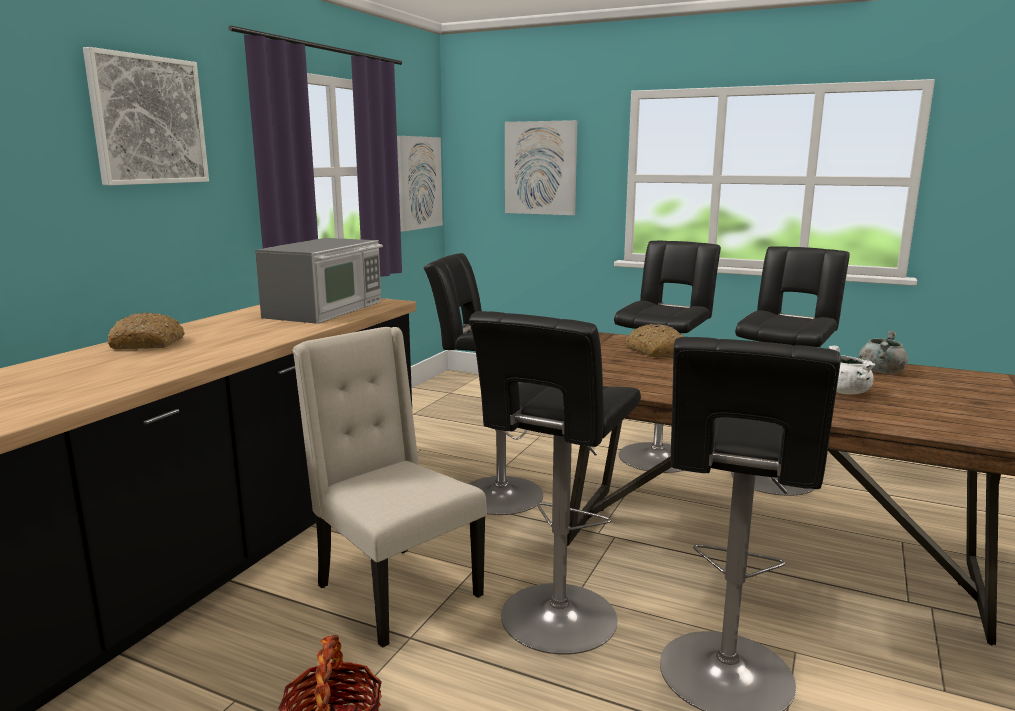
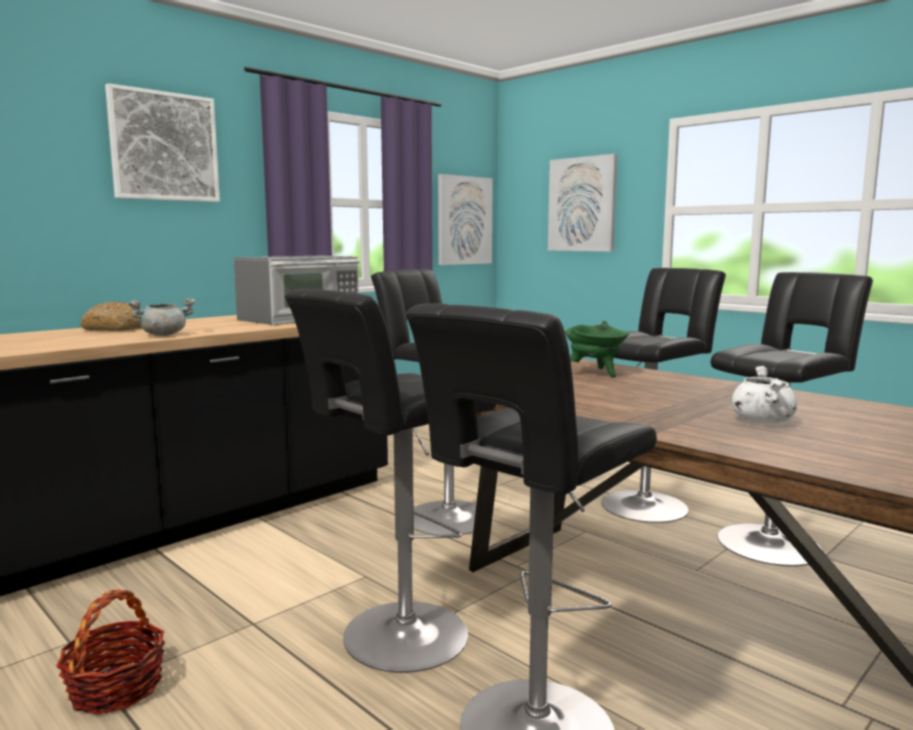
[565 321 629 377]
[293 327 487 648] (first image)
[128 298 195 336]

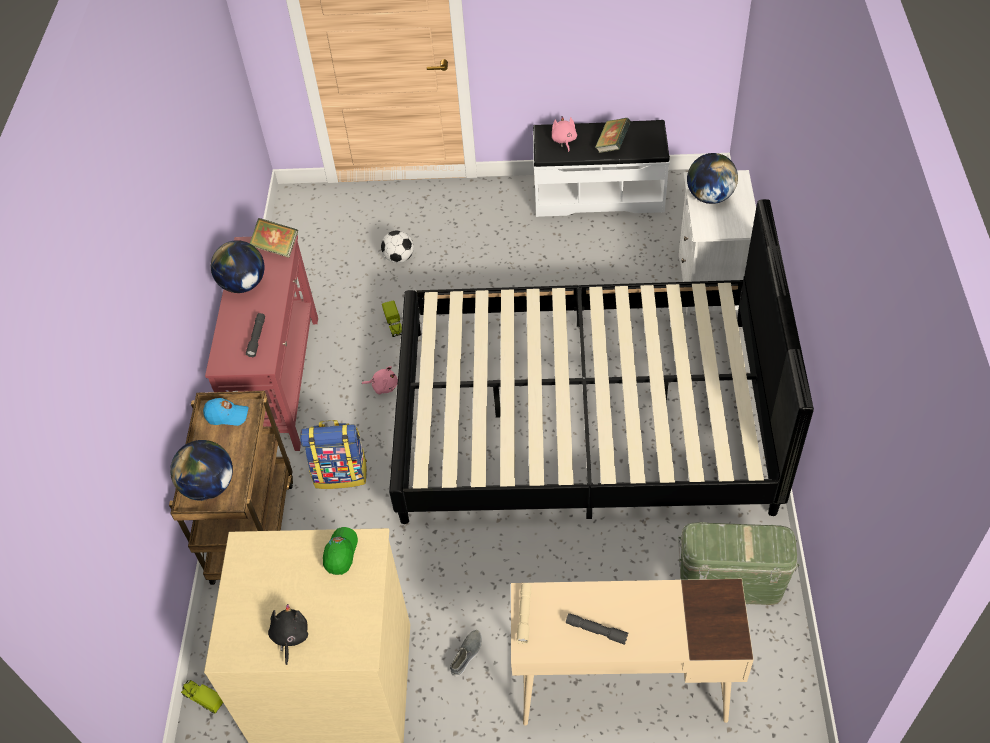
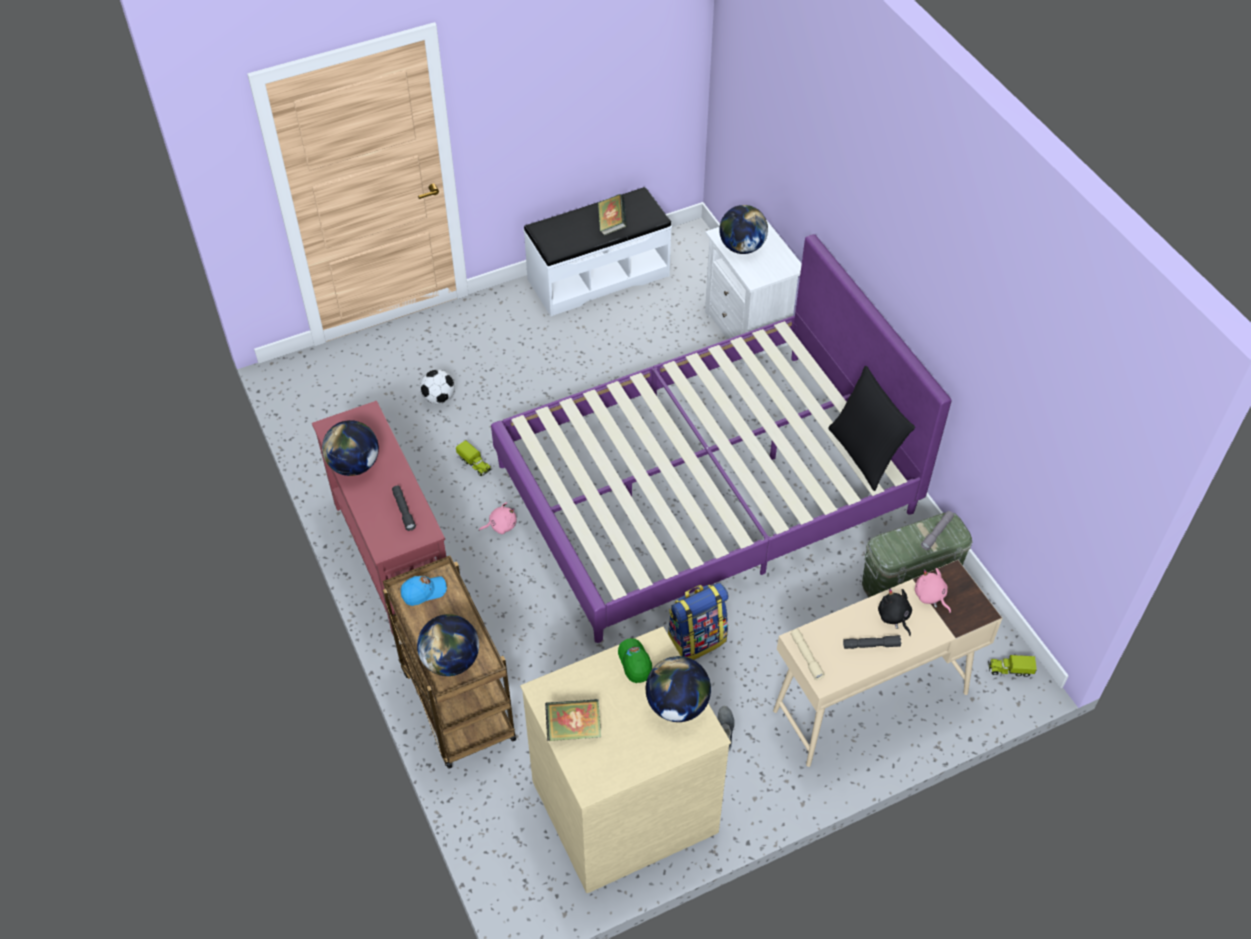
[915 568 951 613]
[491 234 951 643]
[545 699 601 741]
[668 583 728 660]
[878 589 912 636]
[988 655 1037 677]
[828 366 915 491]
[921 511 954 550]
[646 656 711 722]

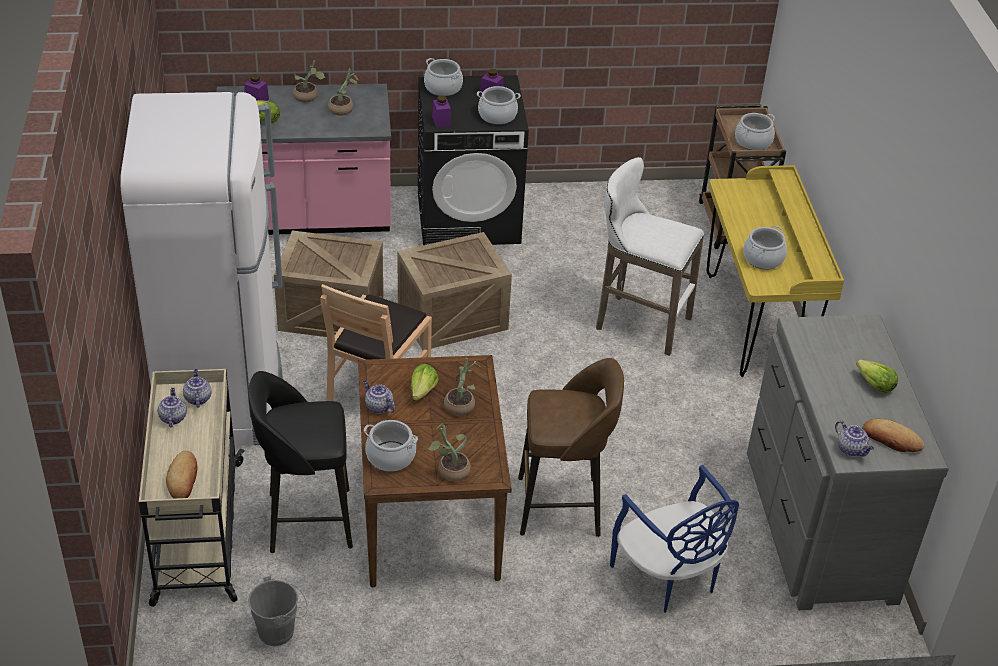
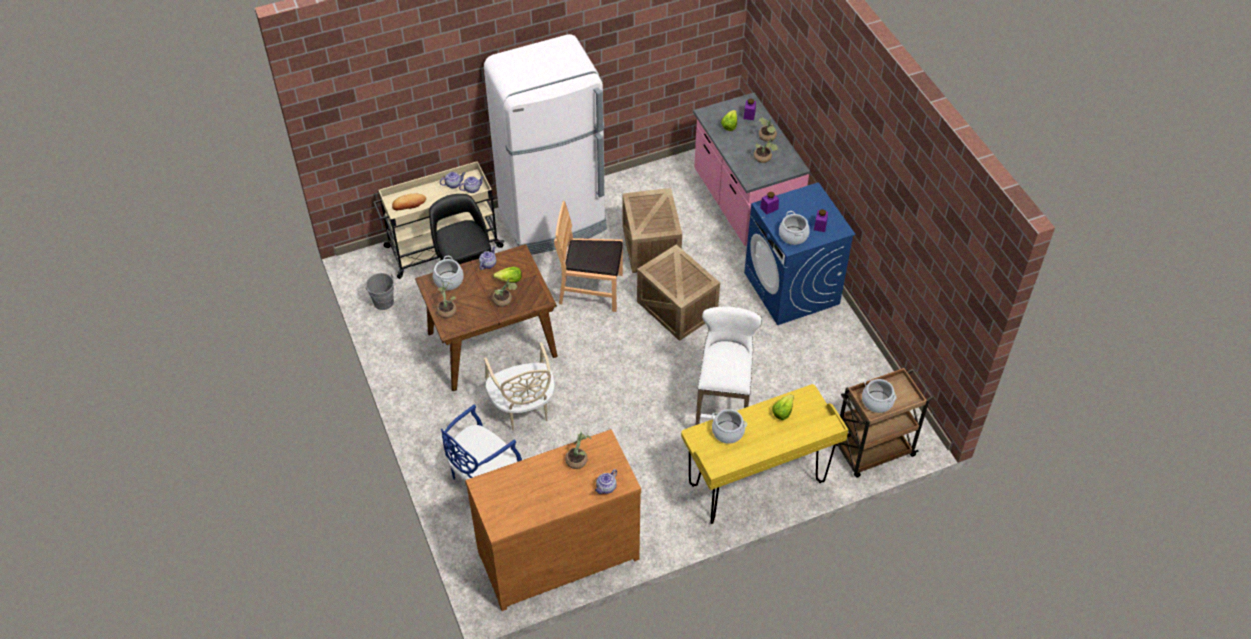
[424 58 463 96] (first image)
[744 182 856 325]
[465 429 641 611]
[484 342 555 431]
[772 394 794 420]
[862 419 925 452] (first image)
[595 469 617 494]
[565 432 592 469]

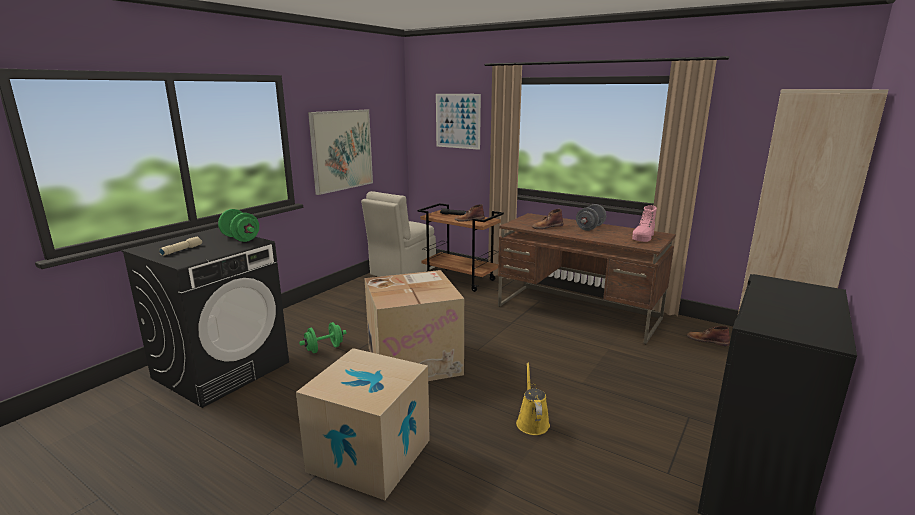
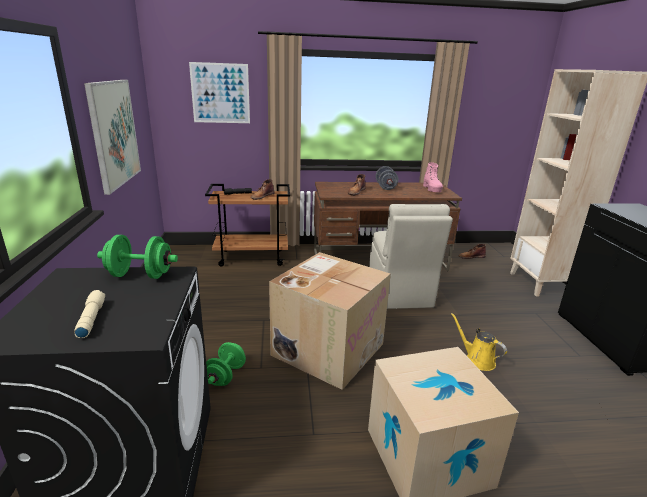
[369 204 453 309]

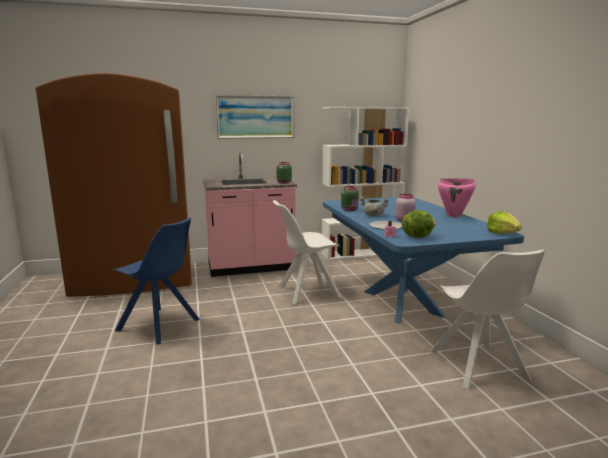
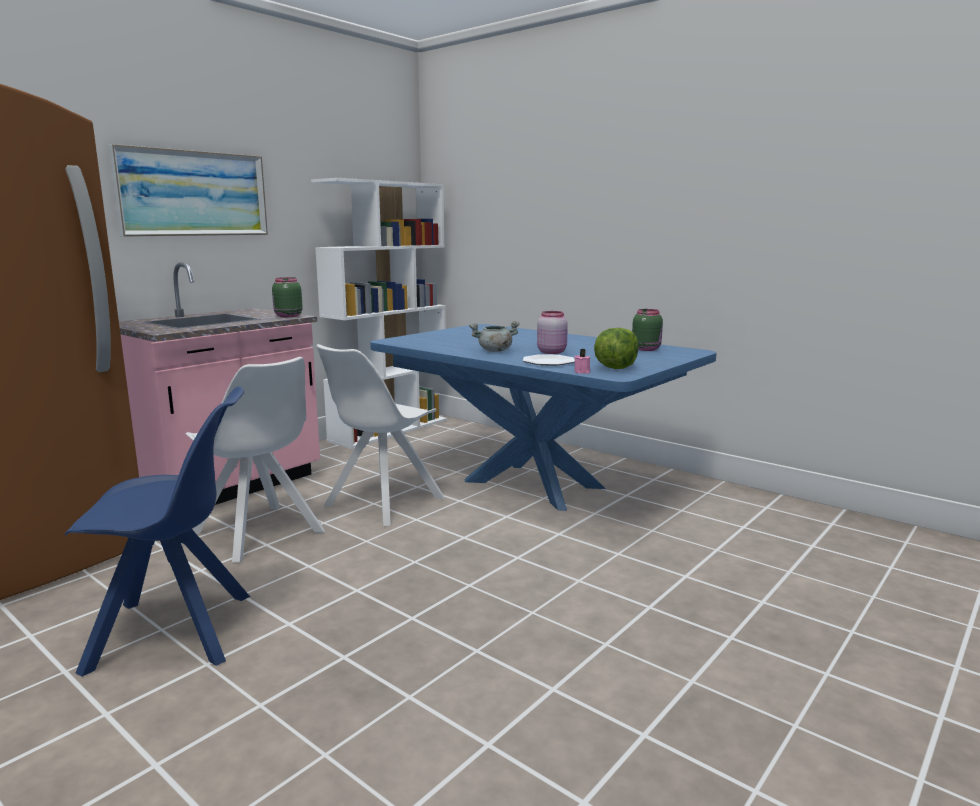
[438 178 476 217] (first image)
[632 309 663 351]
[487 212 522 234] (first image)
[185 357 324 563]

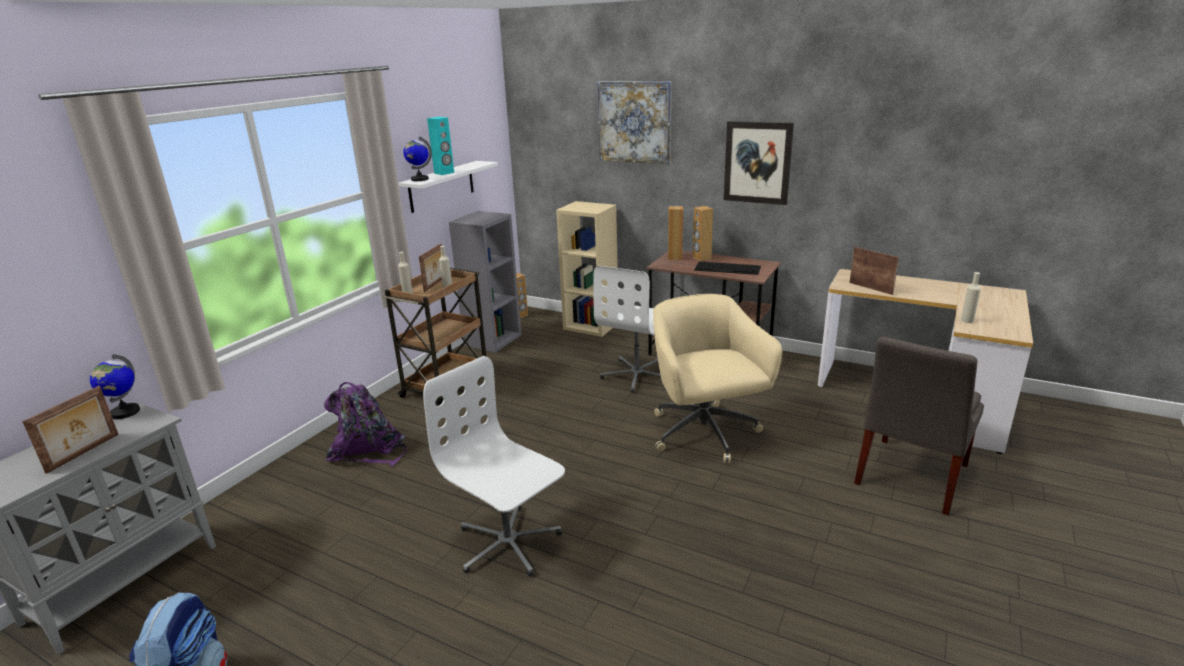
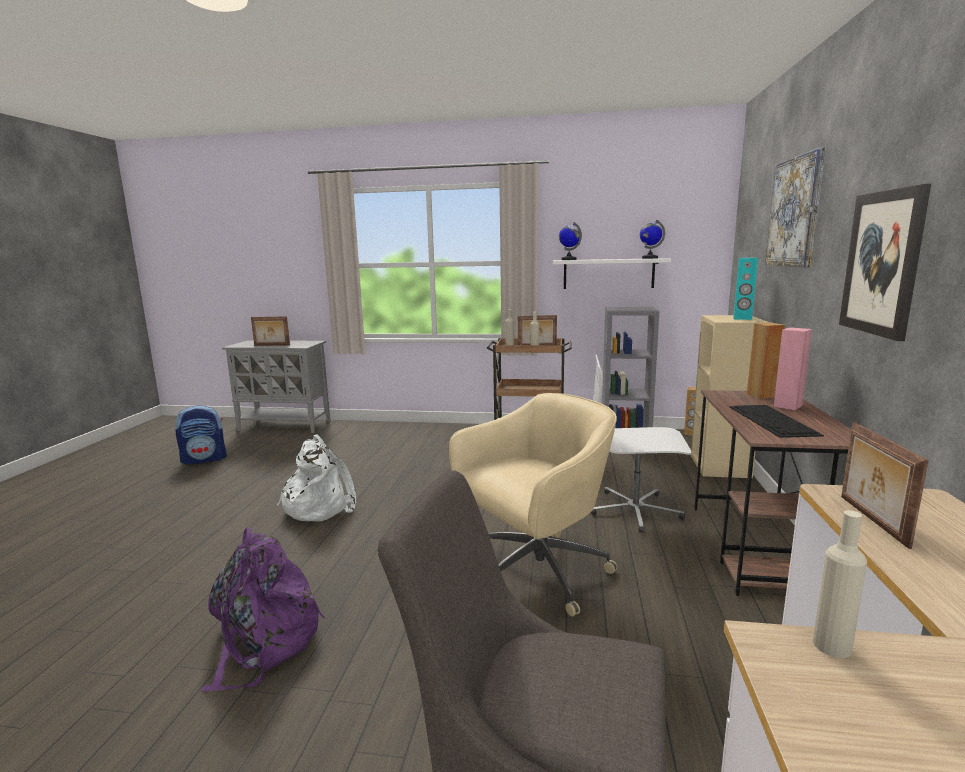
[734 258 758 320]
[774 327 812 410]
[841 422 929 549]
[640 220 665 259]
[277 434 357 521]
[201 527 325 692]

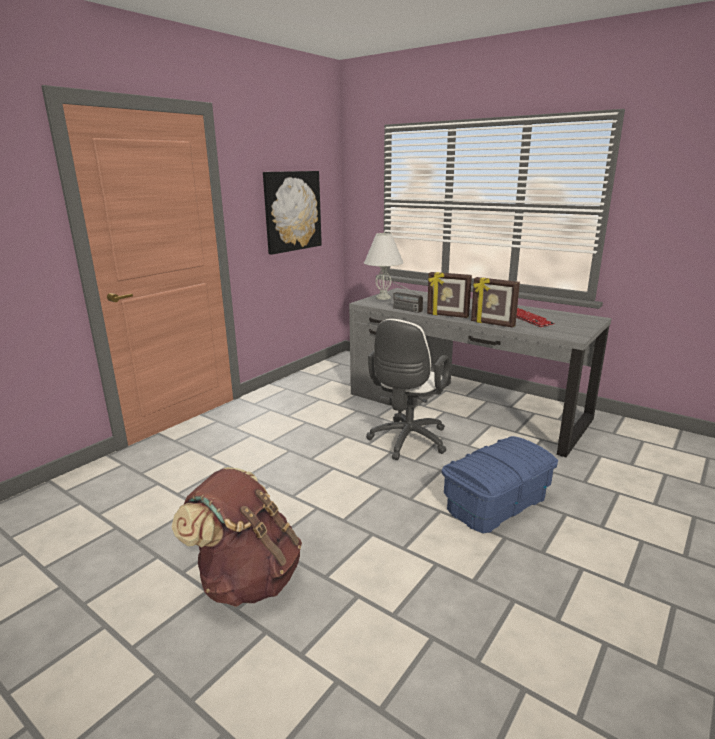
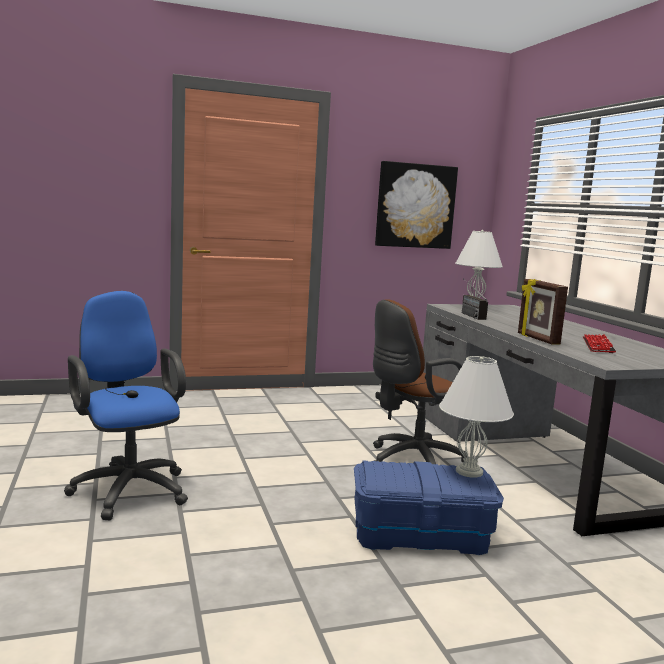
[427 272 472 318] (first image)
[373 299 467 464]
[64 291 188 520]
[439 356 514 478]

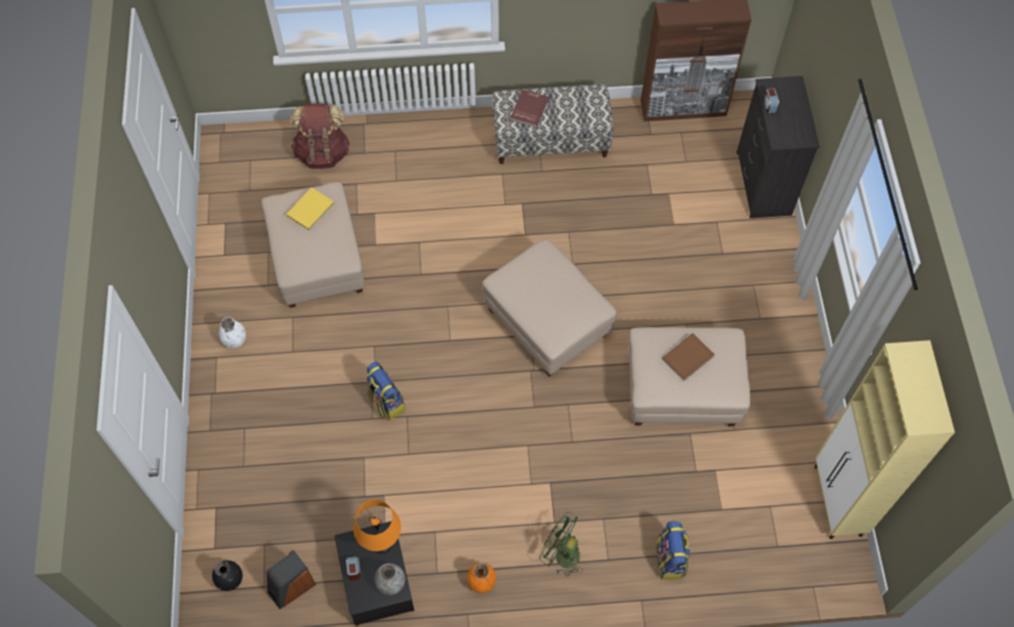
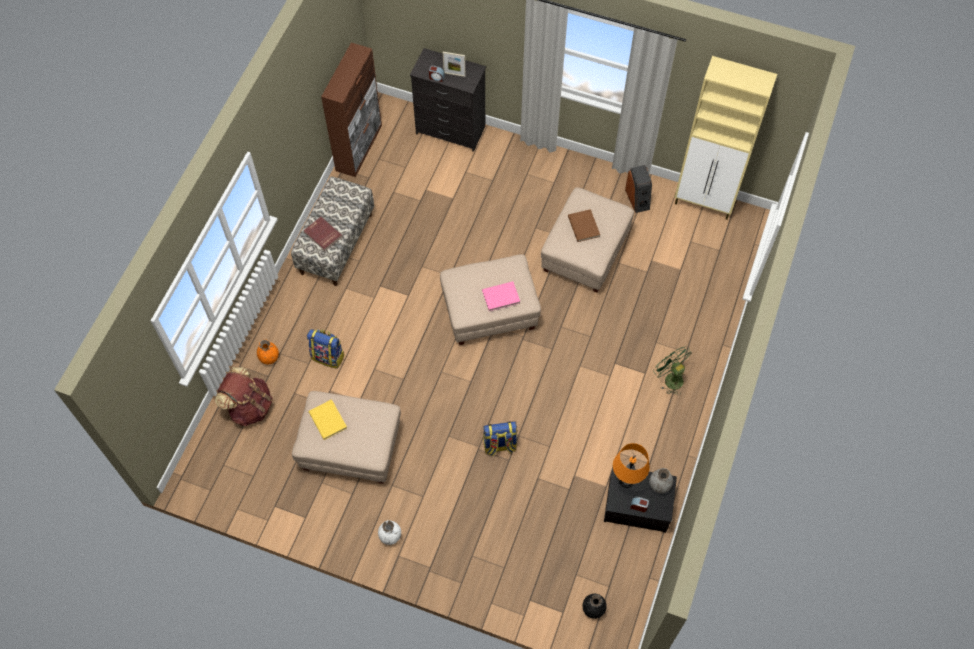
[653 346 692 395]
[307 329 345 369]
[625 165 652 213]
[257 340 279 364]
[443 52 466 77]
[482 281 520 311]

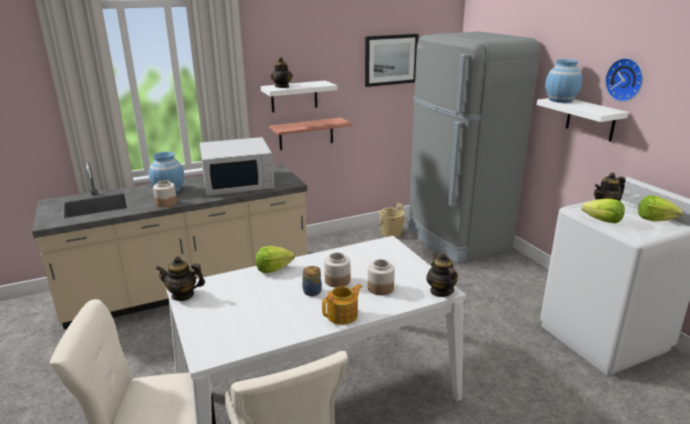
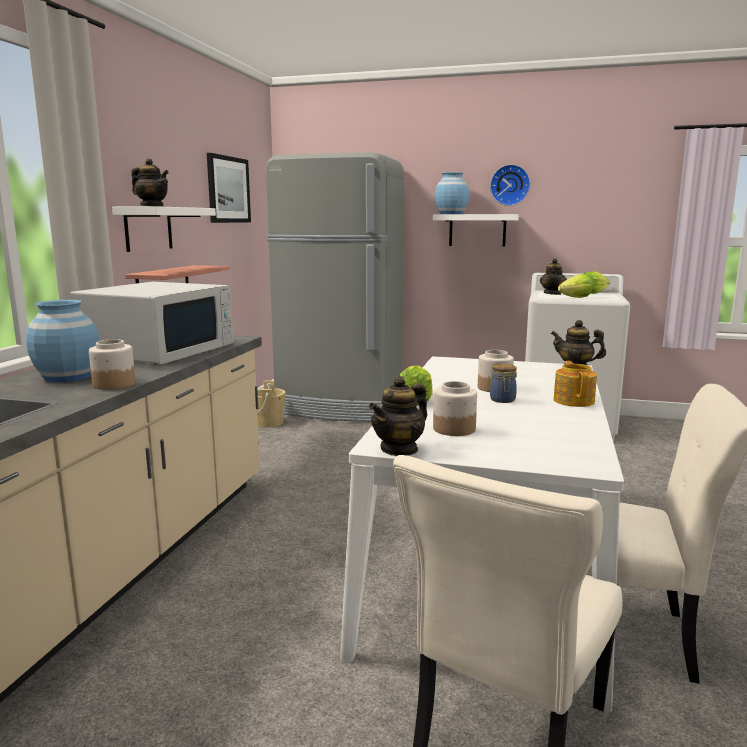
[433 381 477 436]

